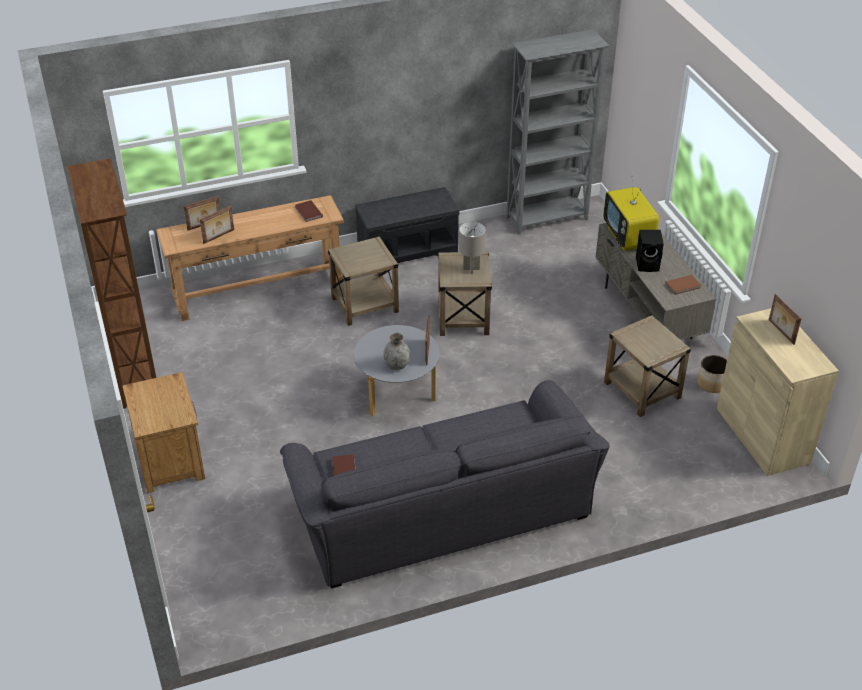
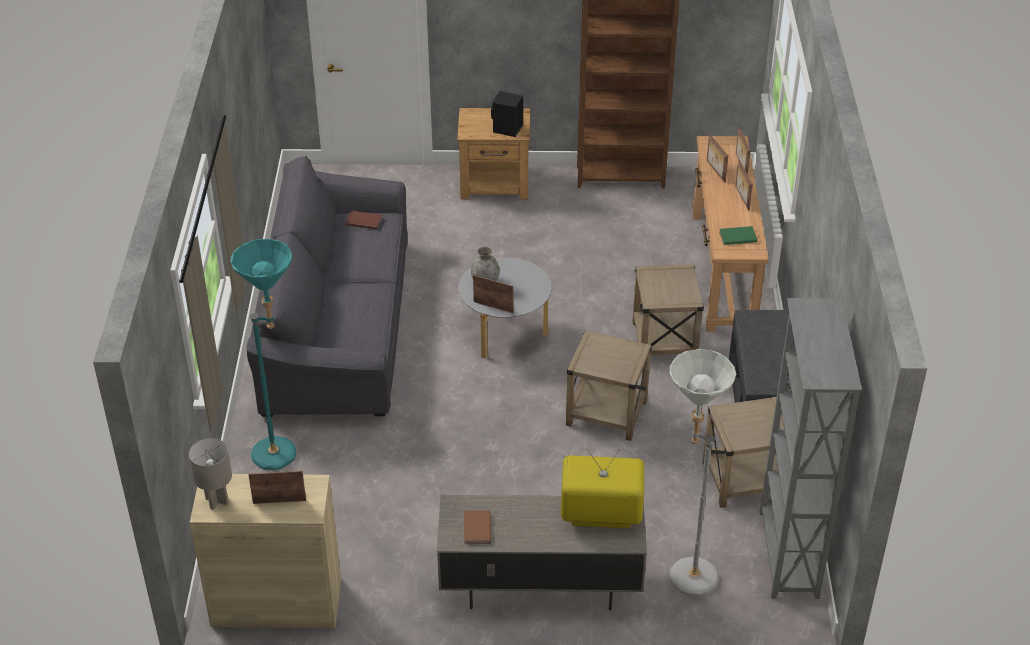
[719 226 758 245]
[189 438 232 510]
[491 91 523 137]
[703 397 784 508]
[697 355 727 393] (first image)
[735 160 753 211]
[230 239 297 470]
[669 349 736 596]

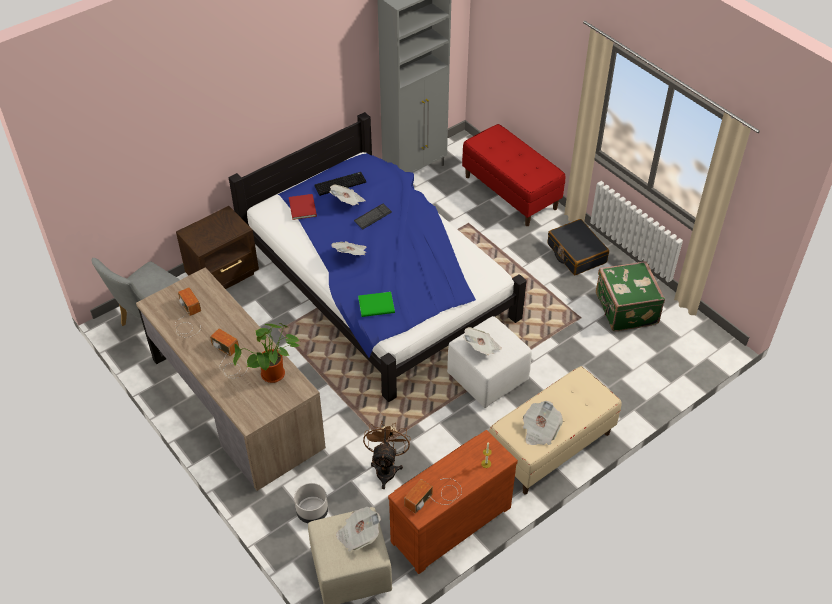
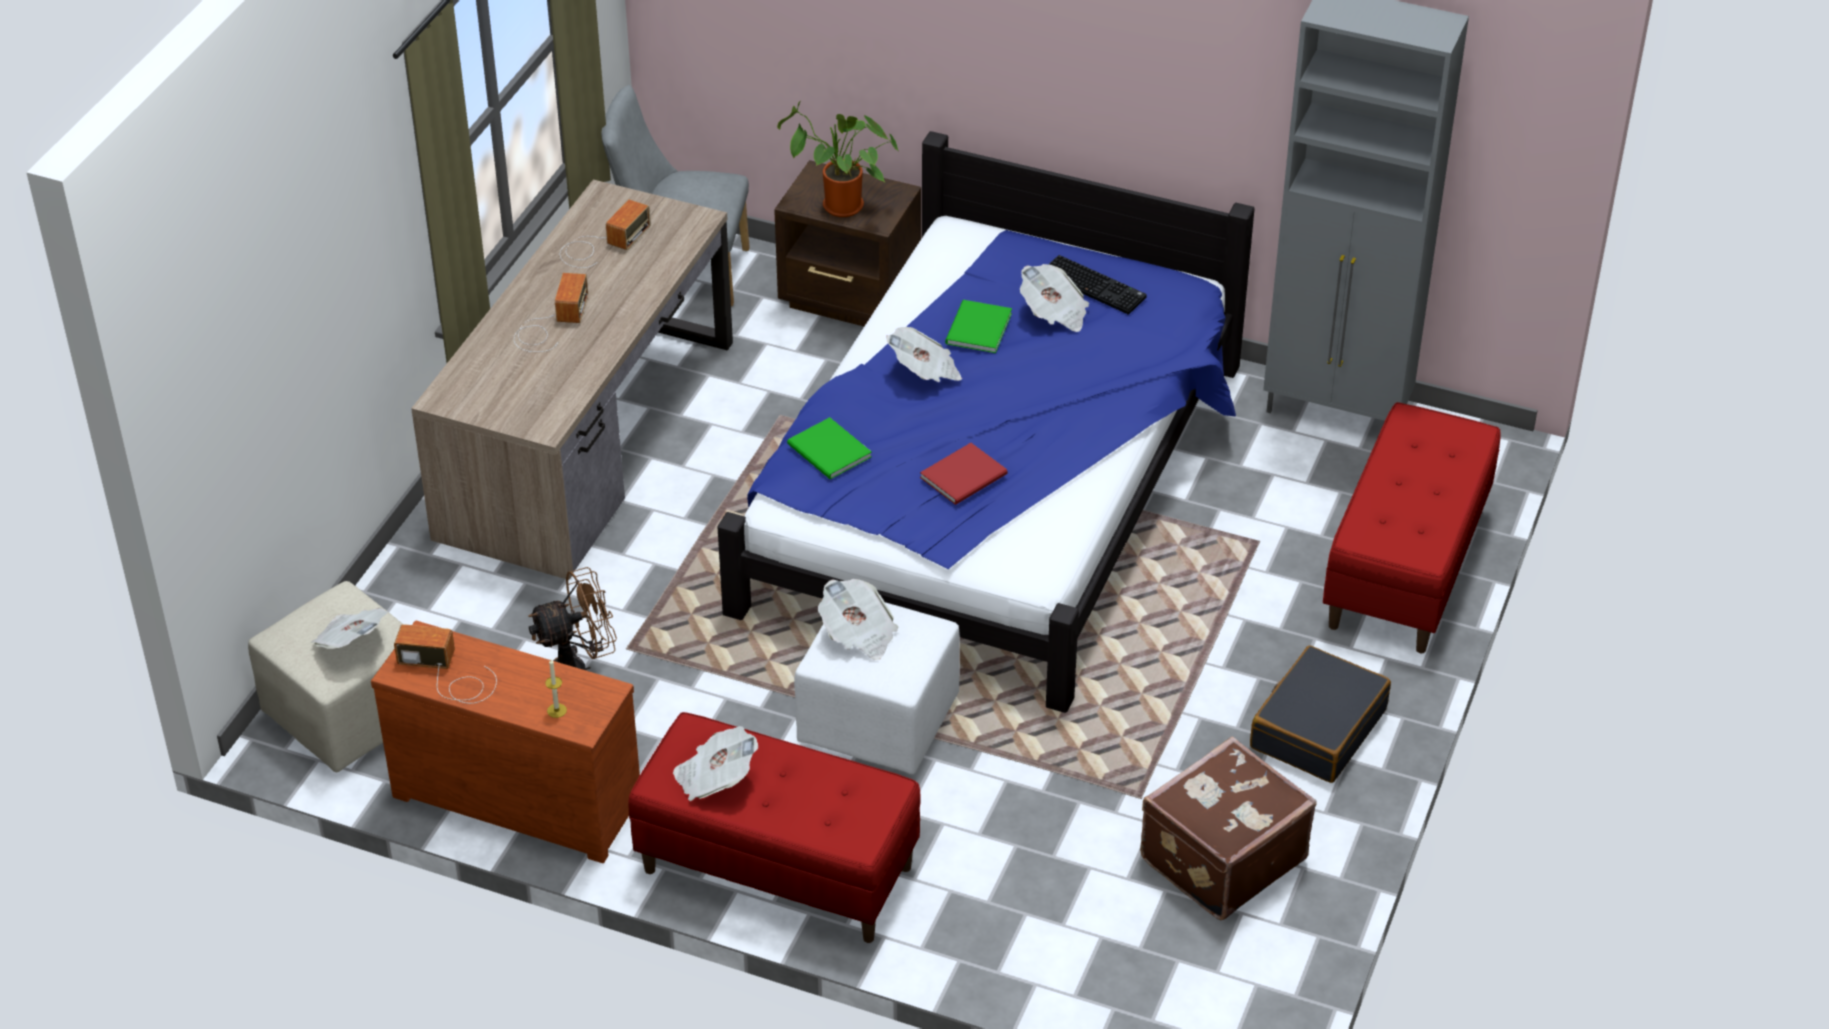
[920 443 1008 505]
[354 204 392 230] (first image)
[1140 737 1317 920]
[777 101 898 217]
[628 712 921 943]
[294 483 328 523] (first image)
[945 300 1012 353]

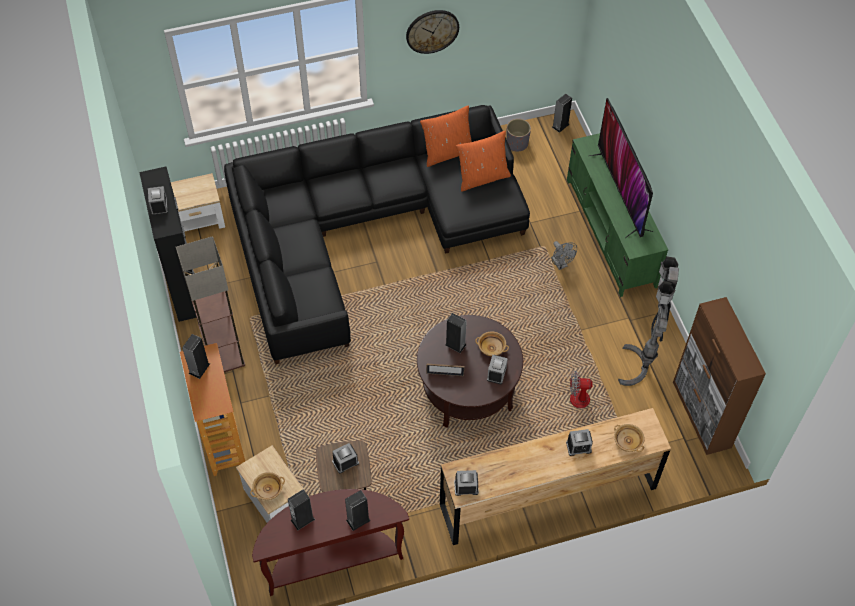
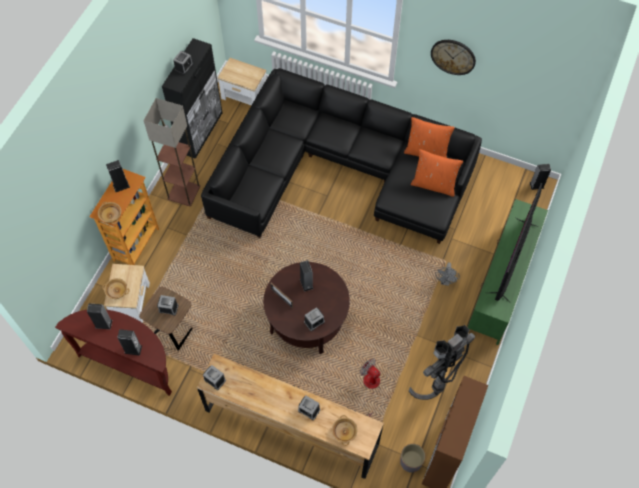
[400 444 425 473]
[98 202 121 224]

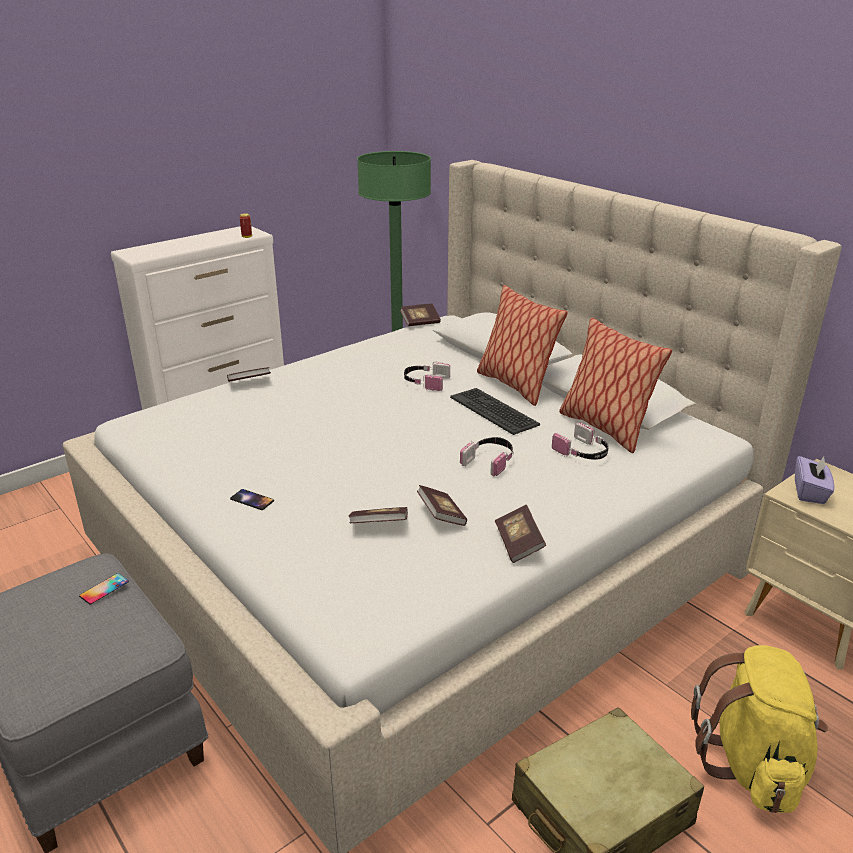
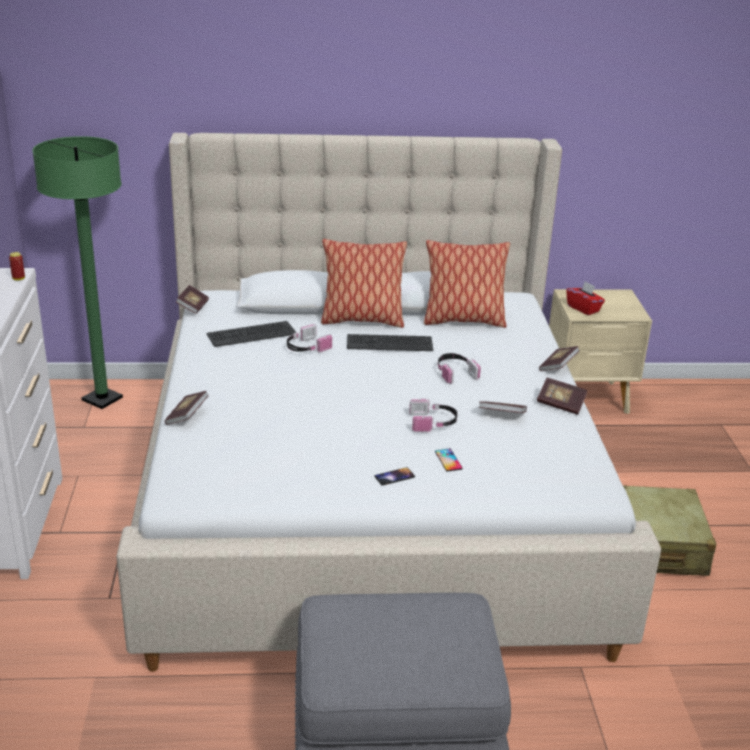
[409 399 457 432]
[566 281 605 315]
[539 346 580 371]
[435 448 463 472]
[691 645 828 813] (first image)
[207 321 297 347]

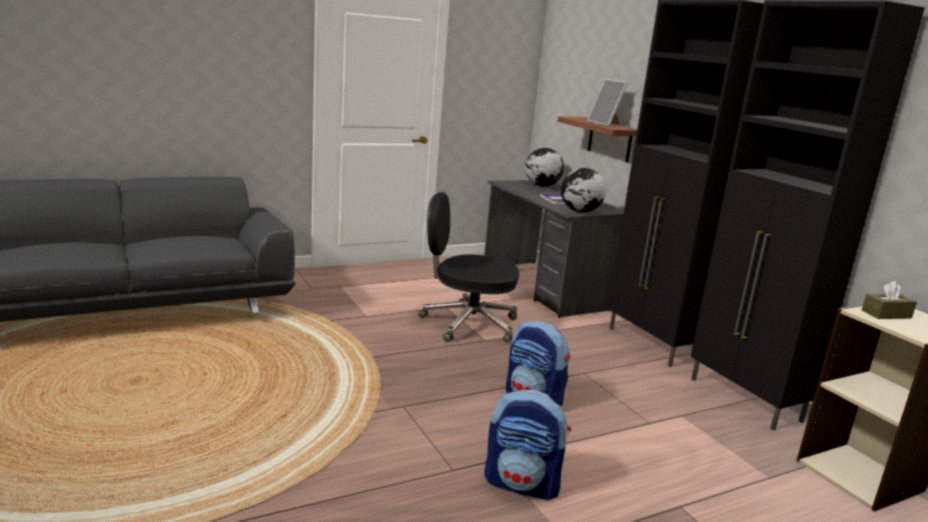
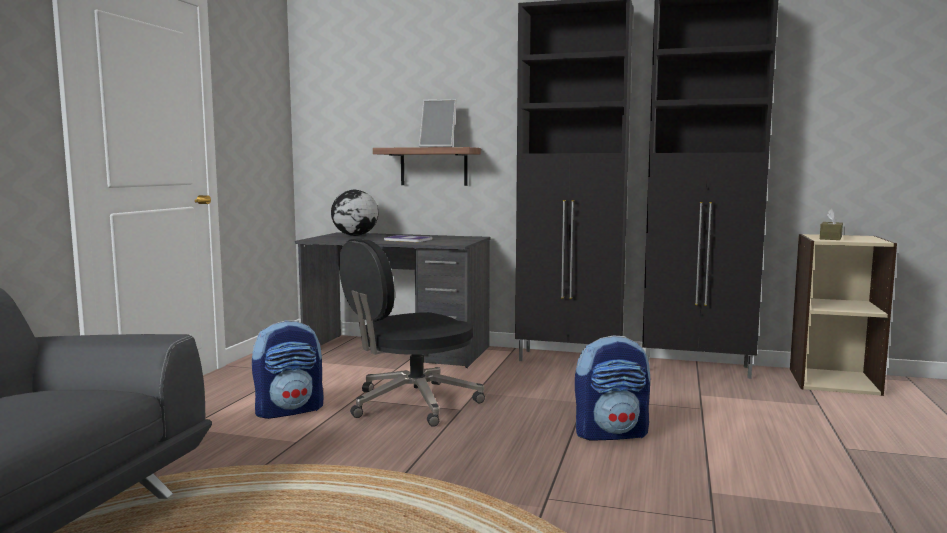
[561 168 606 212] (first image)
[252 320 324 419]

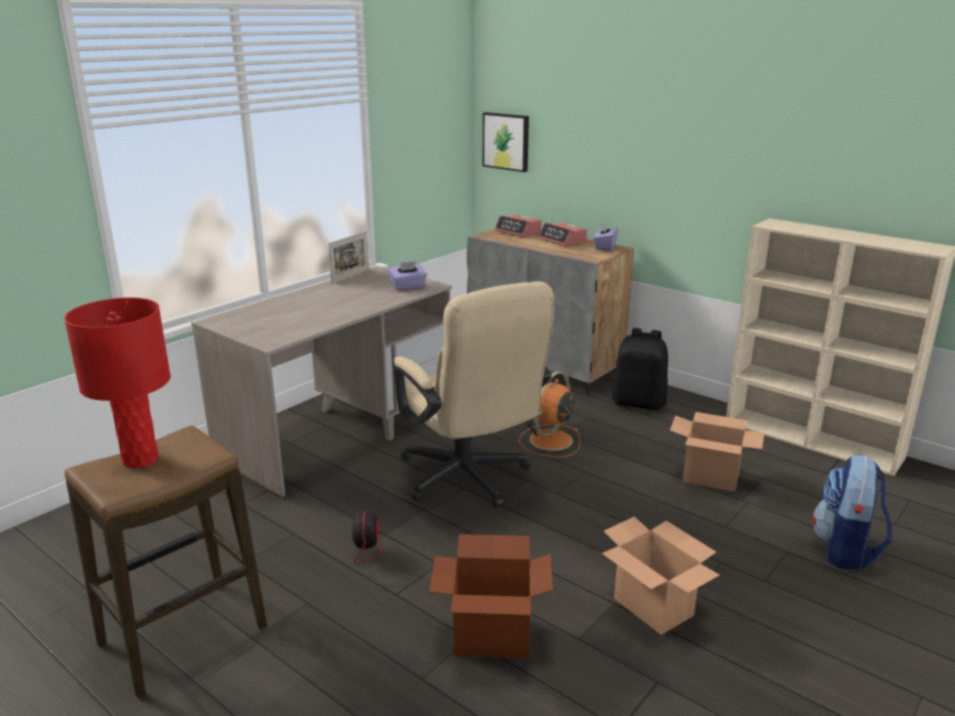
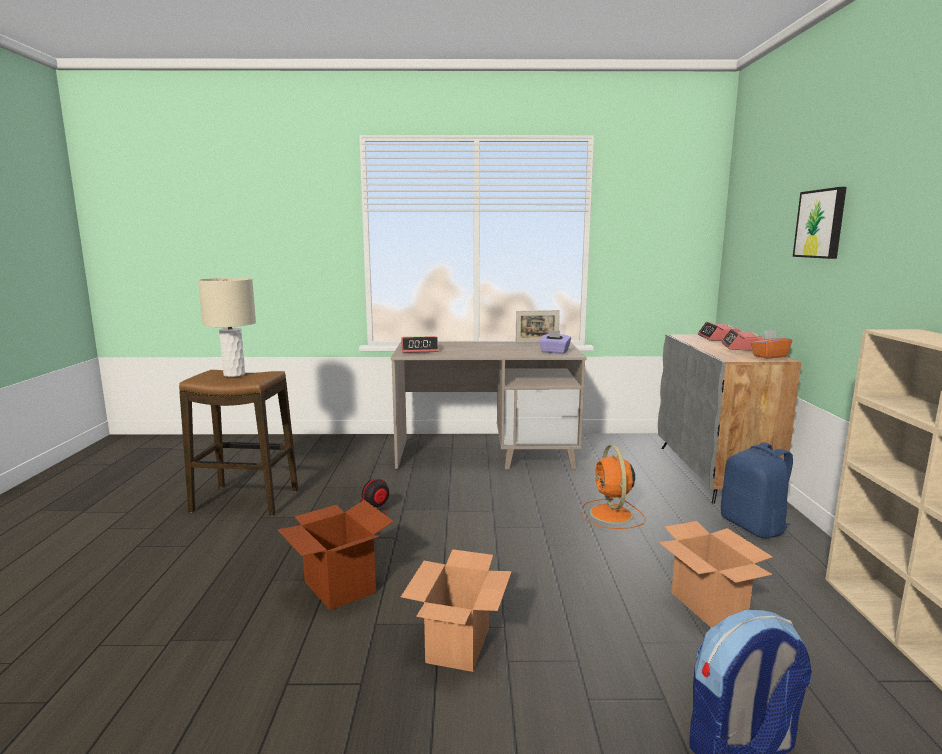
[793 187 847 259]
[751 330 792 359]
[393 281 554 508] (first image)
[198 278 256 377]
[721 442 793 539]
[581 445 646 529]
[401 336 439 353]

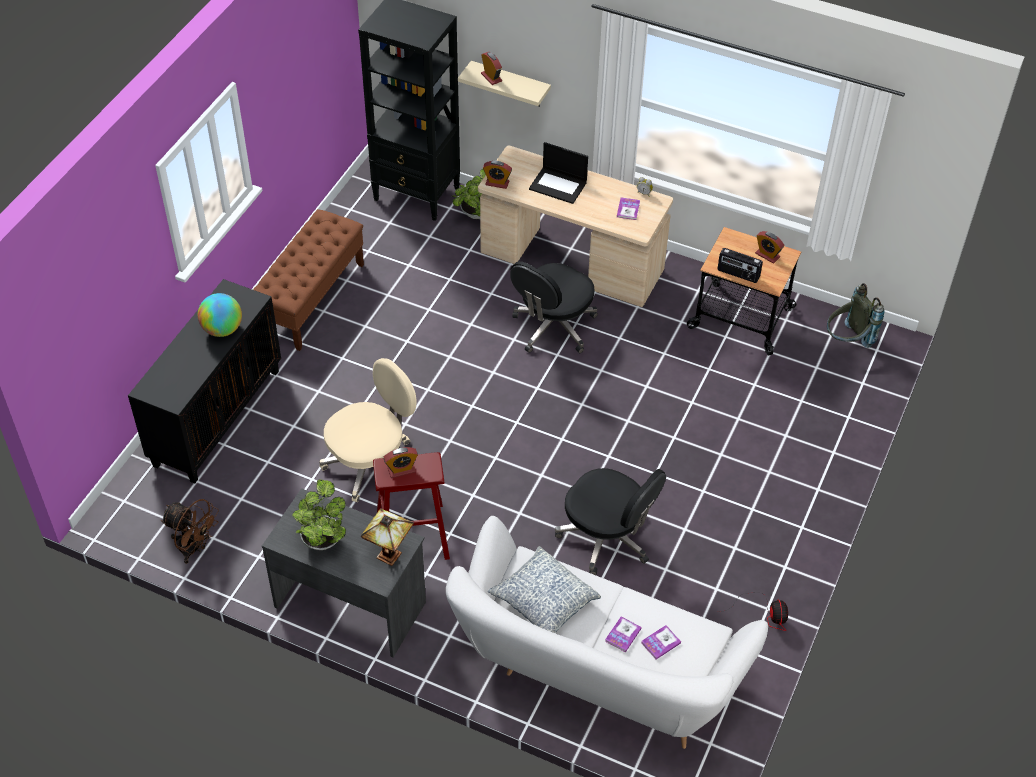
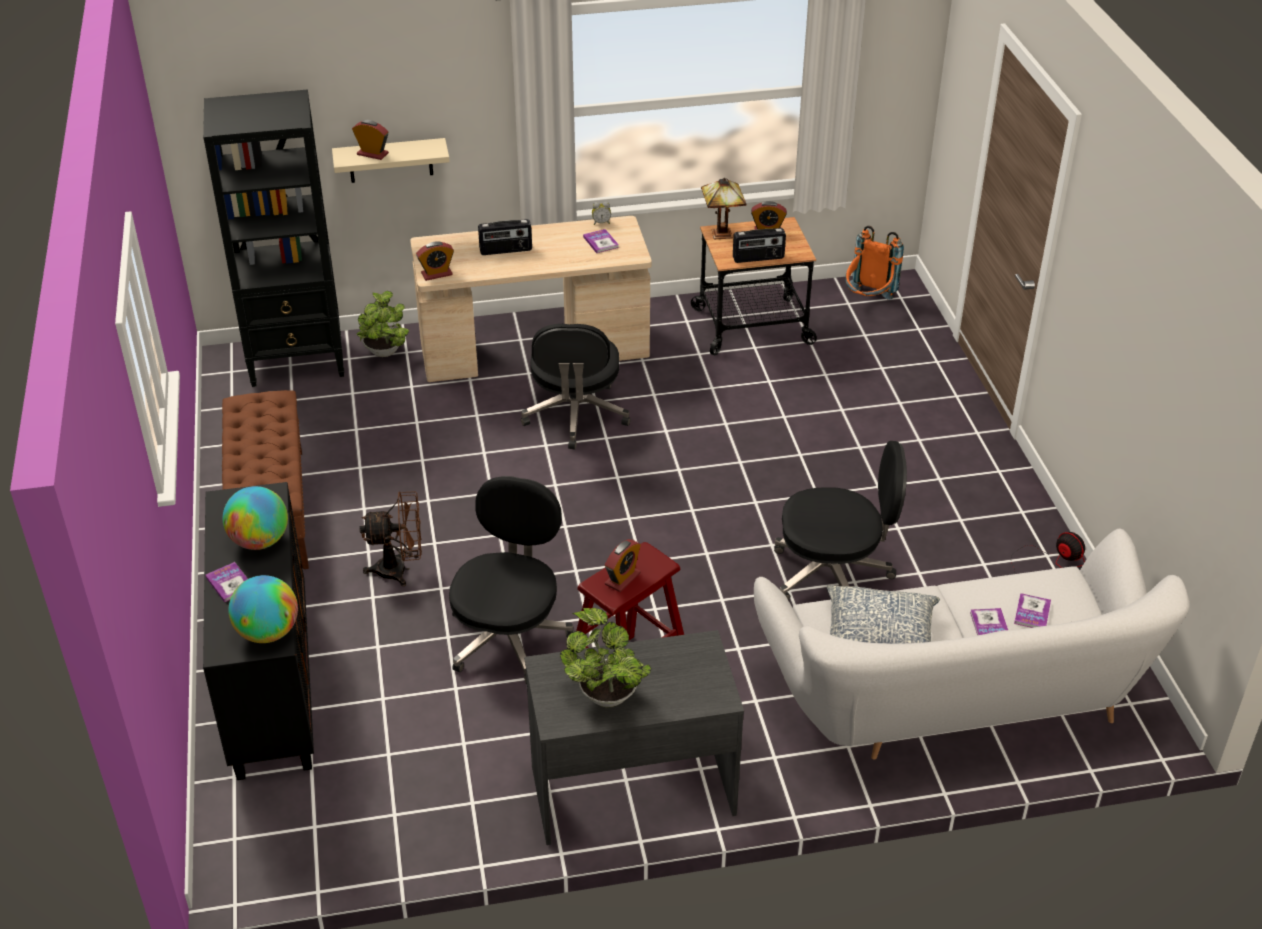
[478 219 532 255]
[845 226 904 300]
[449 476 574 684]
[359 491 422 586]
[701 178 746 239]
[205 562 248 602]
[229 575 298 643]

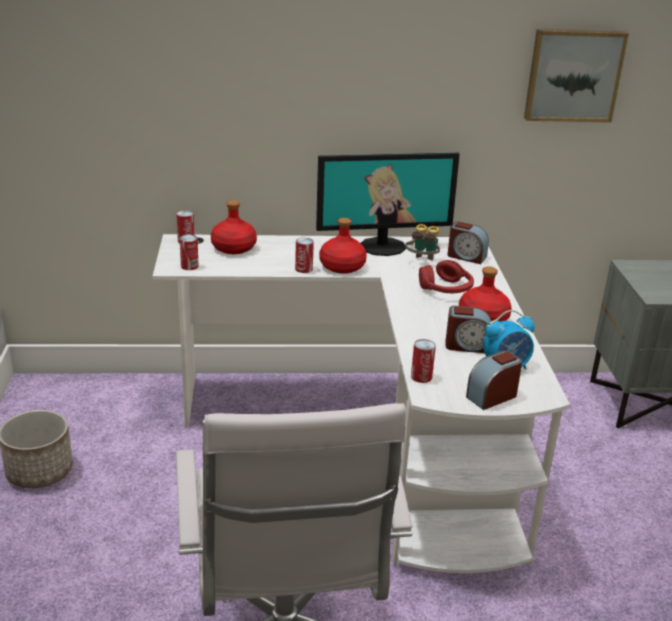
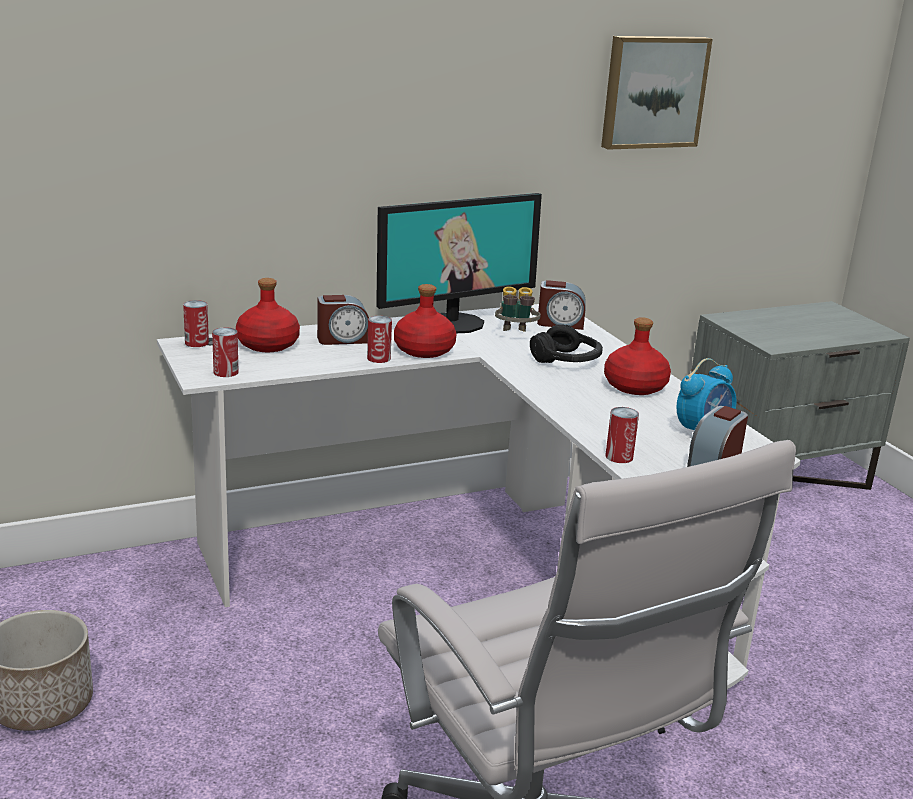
[530 324 603 363]
[317 295 369 345]

